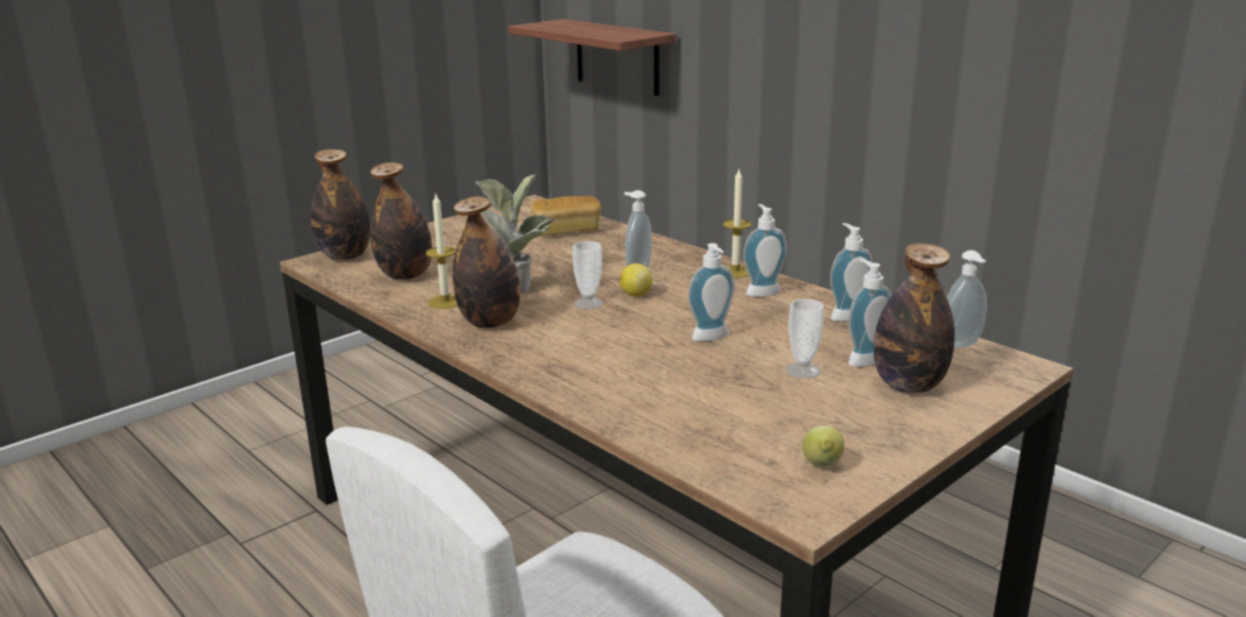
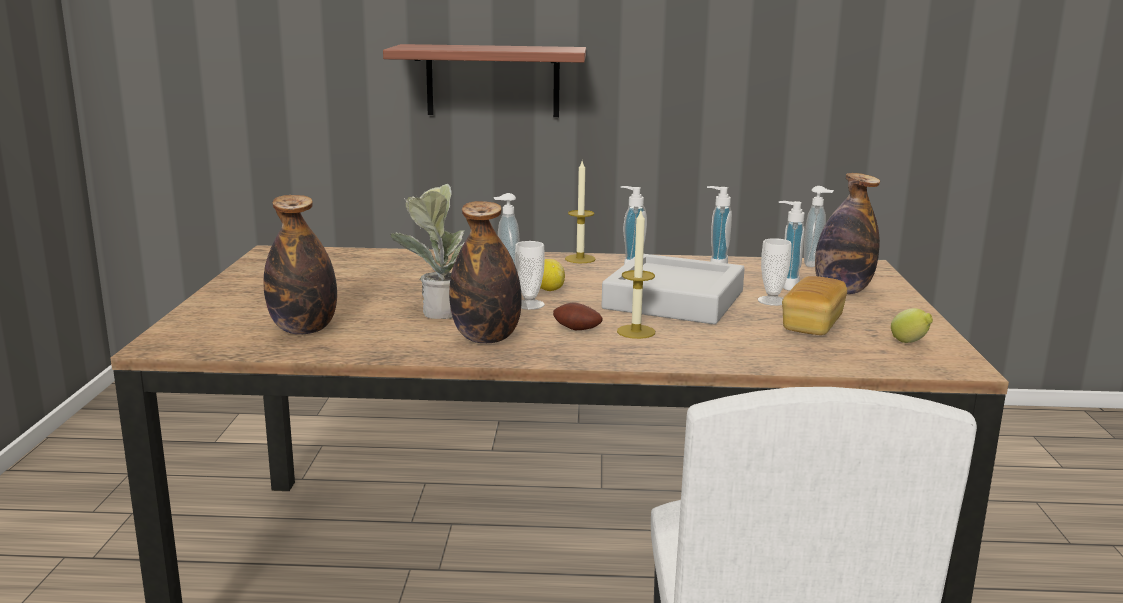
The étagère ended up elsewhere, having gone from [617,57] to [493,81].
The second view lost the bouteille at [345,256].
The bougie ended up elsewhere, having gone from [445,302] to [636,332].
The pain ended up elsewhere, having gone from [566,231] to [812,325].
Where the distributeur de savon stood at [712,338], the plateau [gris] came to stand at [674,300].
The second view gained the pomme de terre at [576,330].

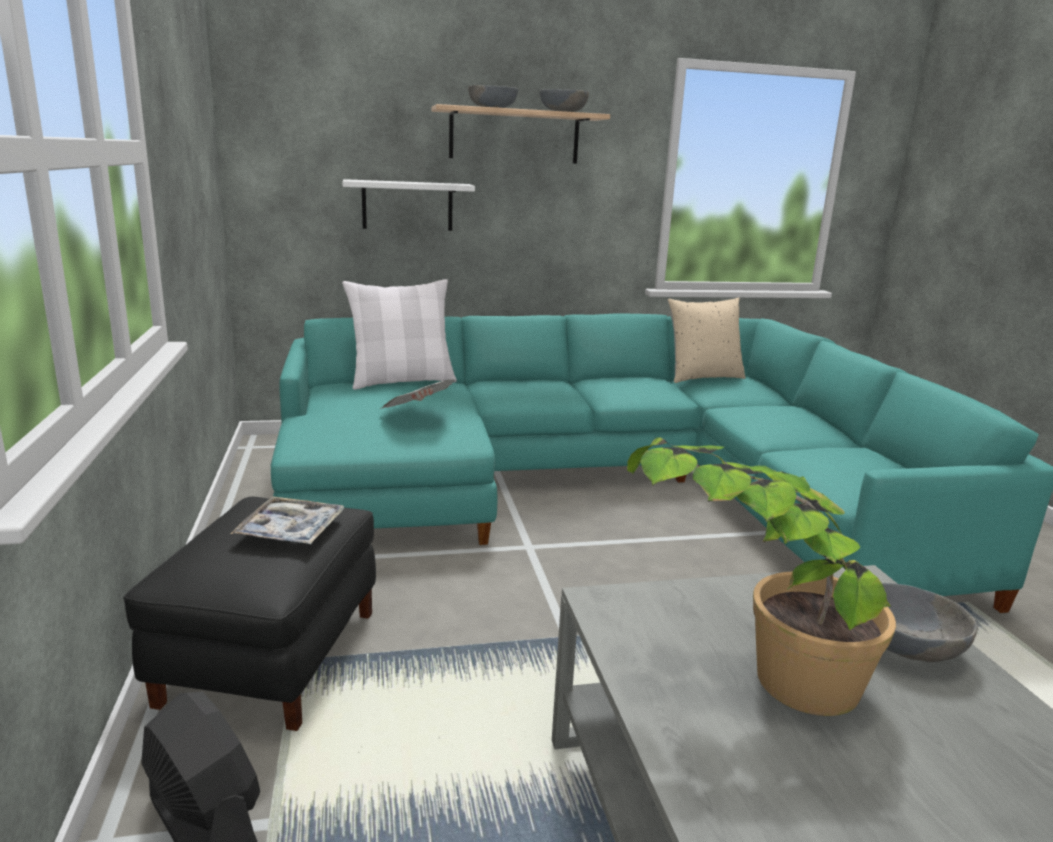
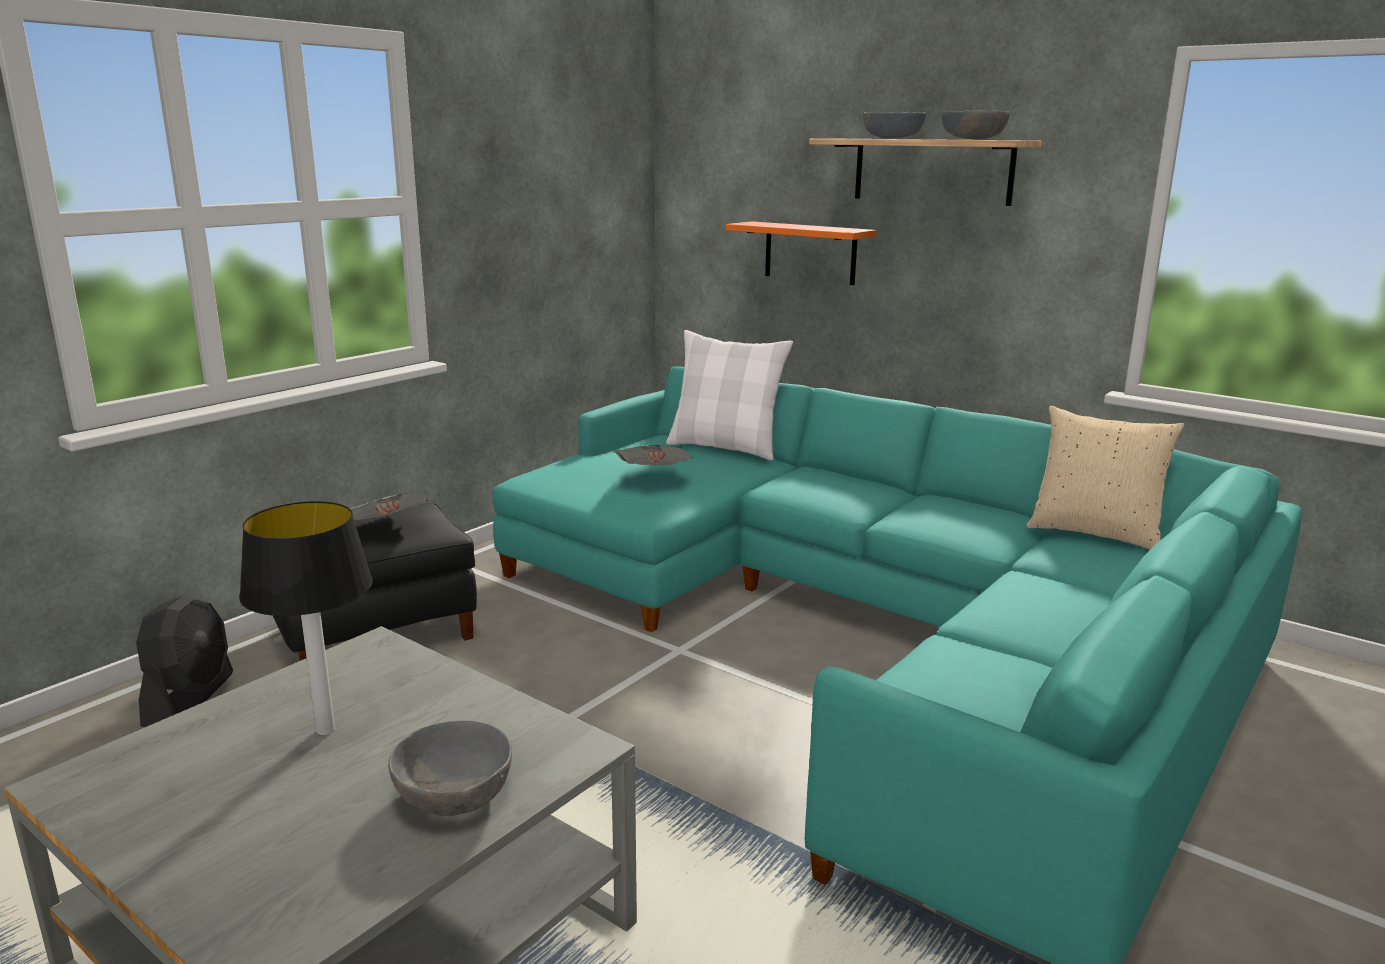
What was the étagère [blanc] at [407,205] turned into the étagère [orange] at [810,253].
Where the plante en pot stood at [752,670], the lampe de table came to stand at [325,730].
Where the plateau stood at [291,530], the journal came to stand at [386,530].

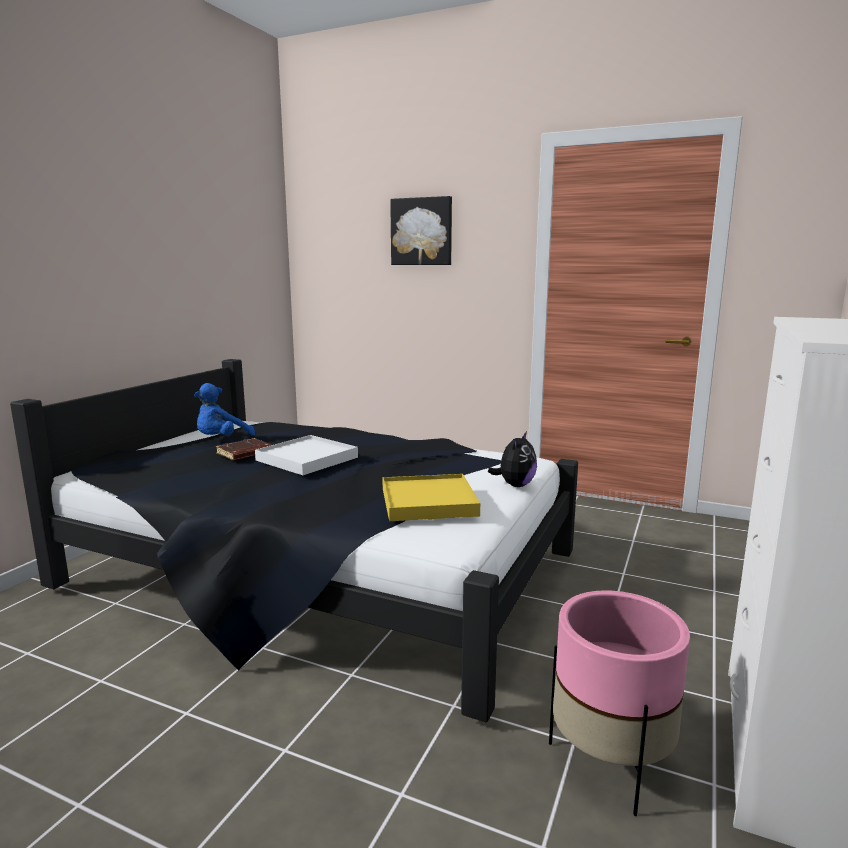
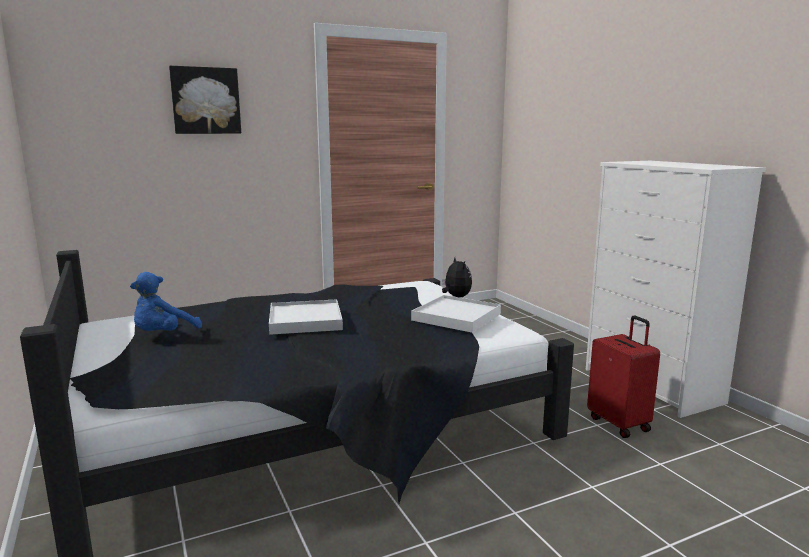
The peluche [bleu] at [221,440] ended up facing another way, 45 degrees clockwise from before.
The second view lost the livre [marron] at [244,454].
What was the plateau [jaune] at [428,502] turned into the plateau [blanc] at [456,317].
Where the cache-pot [rose] stood at [609,763], the valise [rouge] came to stand at [619,423].

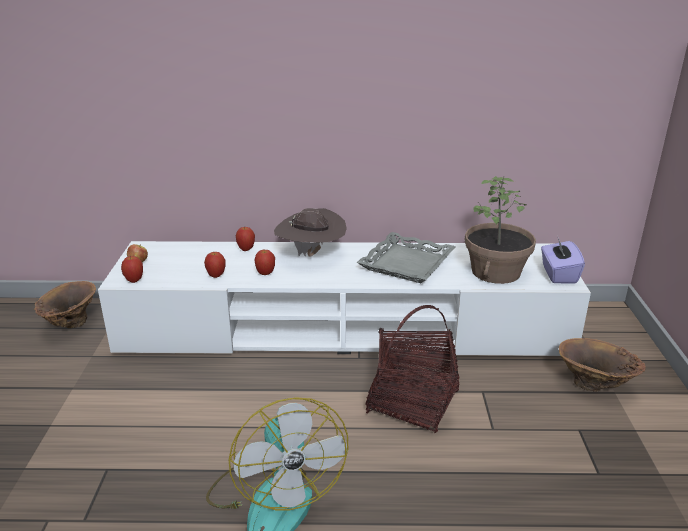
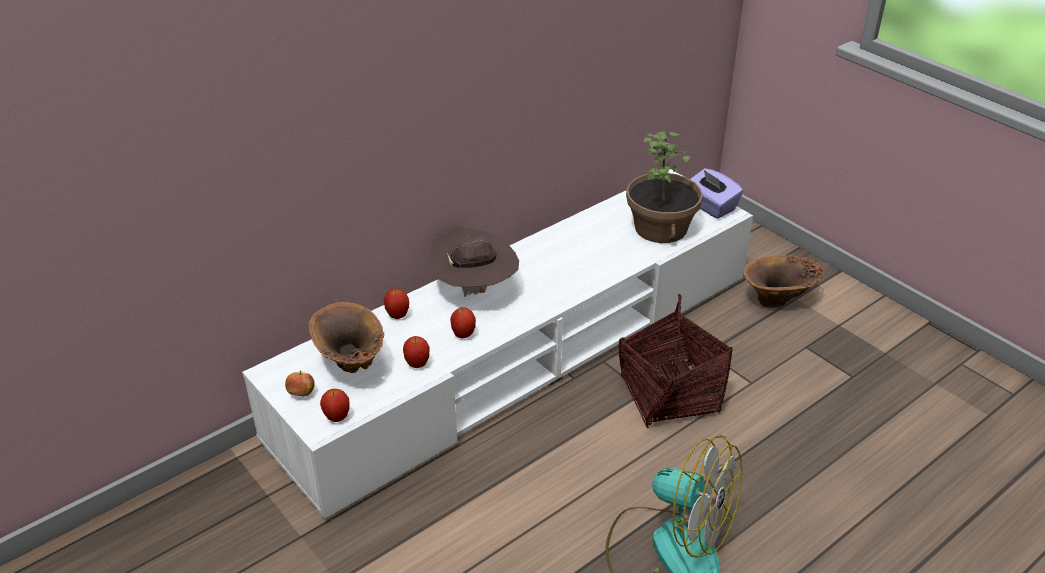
The second view lost the plateau [gris] at [406,263].
The vase [marron] ended up elsewhere, having gone from [71,325] to [350,367].

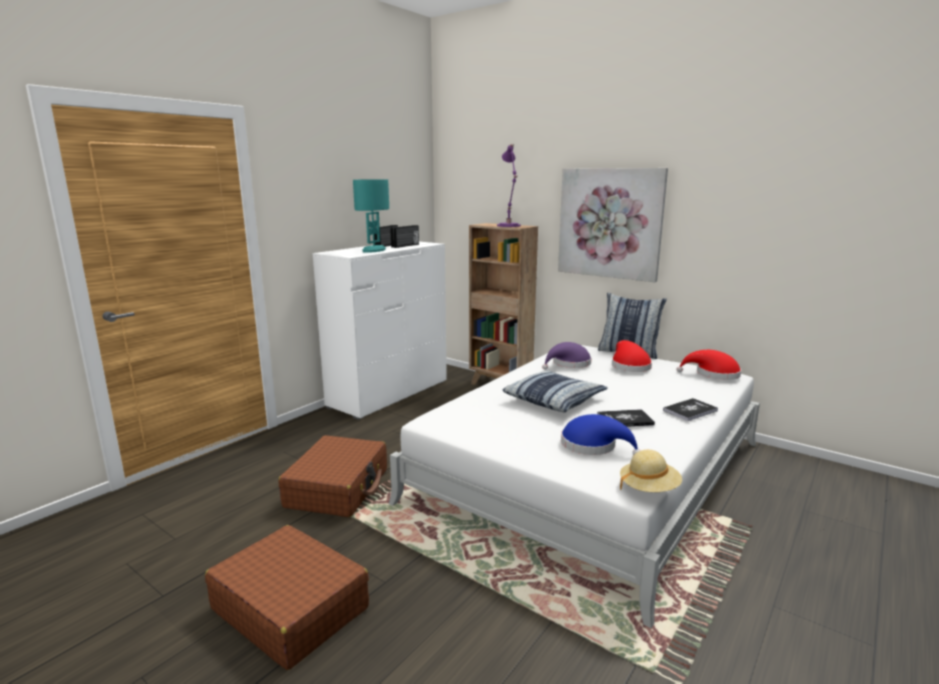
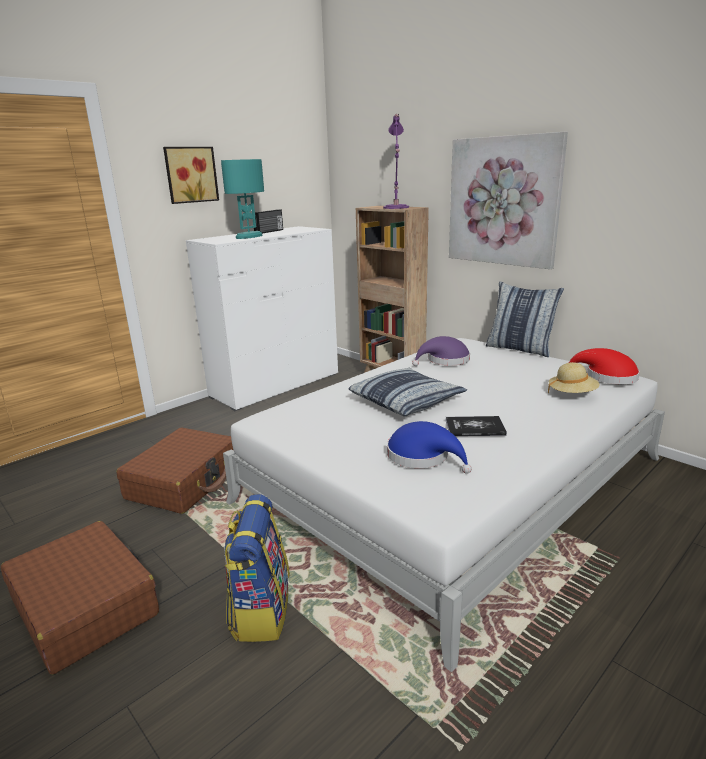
The second view lost the radio at [405,246].
The second view lost the chapeau [rouge] at [629,366].
The second view lost the livre at [690,410].
The chapeau [beige] ended up elsewhere, having gone from [649,489] to [572,394].
The second view gained the tableau at [190,175].
The second view gained the sac à dos at [260,610].

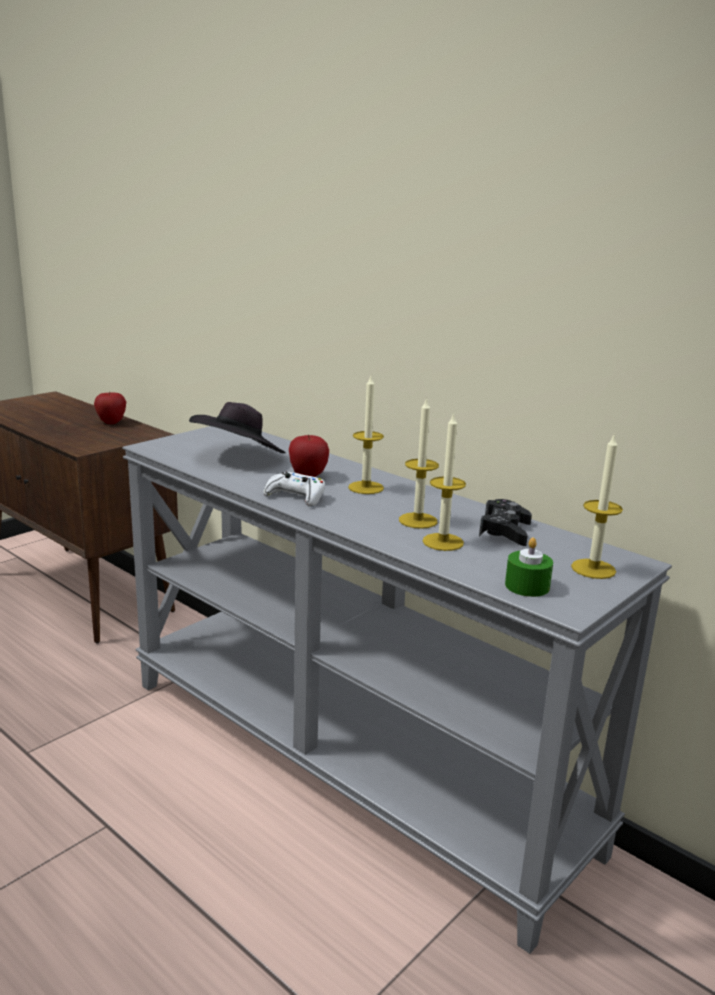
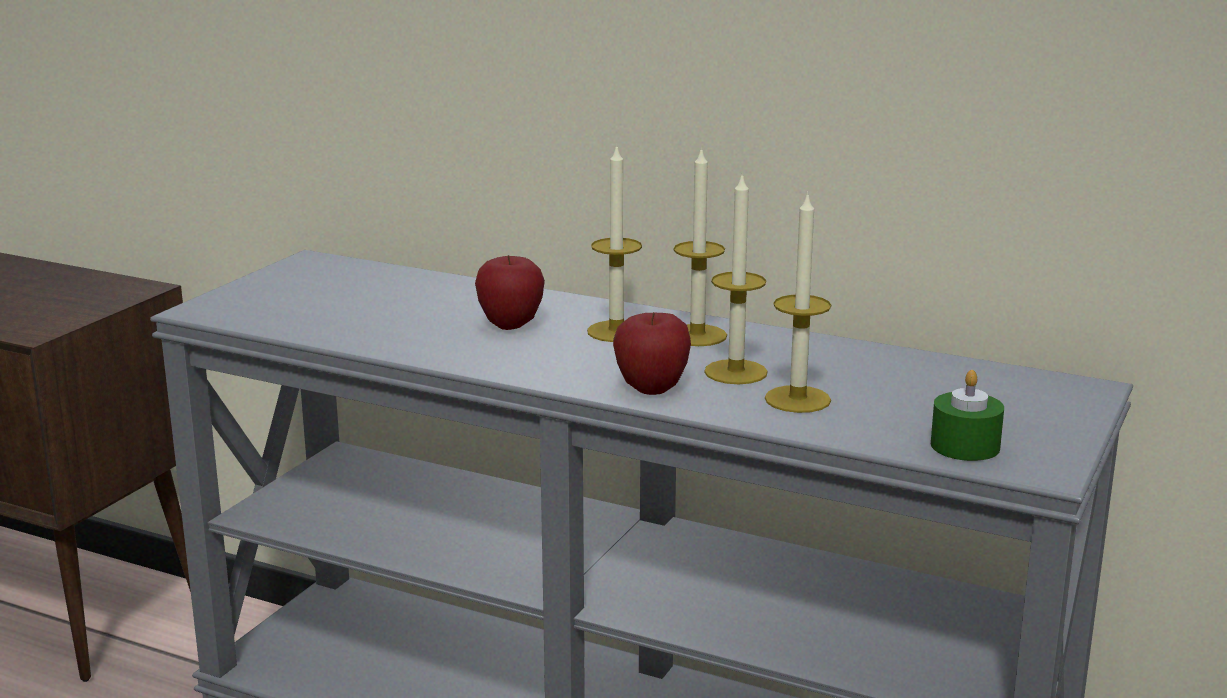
The pomme ended up elsewhere, having gone from [111,422] to [651,389].
The second view lost the chapeau [noir] at [239,457].
The bougie ended up elsewhere, having gone from [593,569] to [697,335].
The second view lost the manette [blanc] at [296,497].
The second view lost the manette [noir] at [505,531].

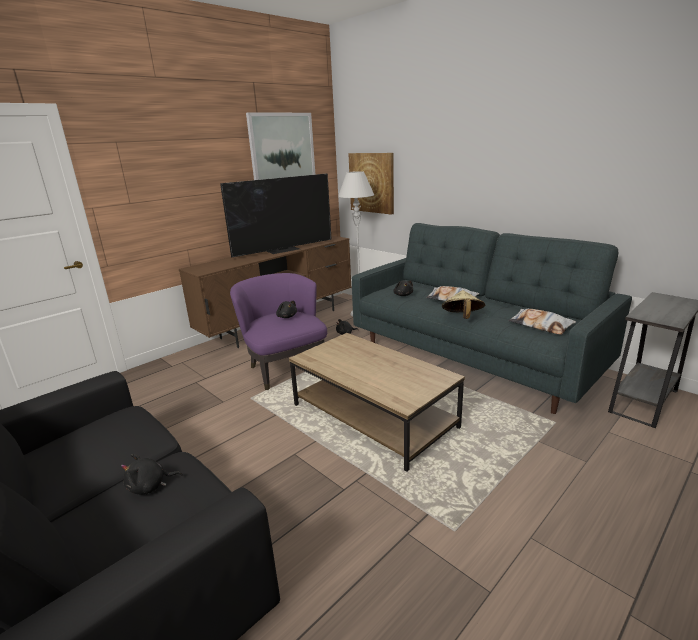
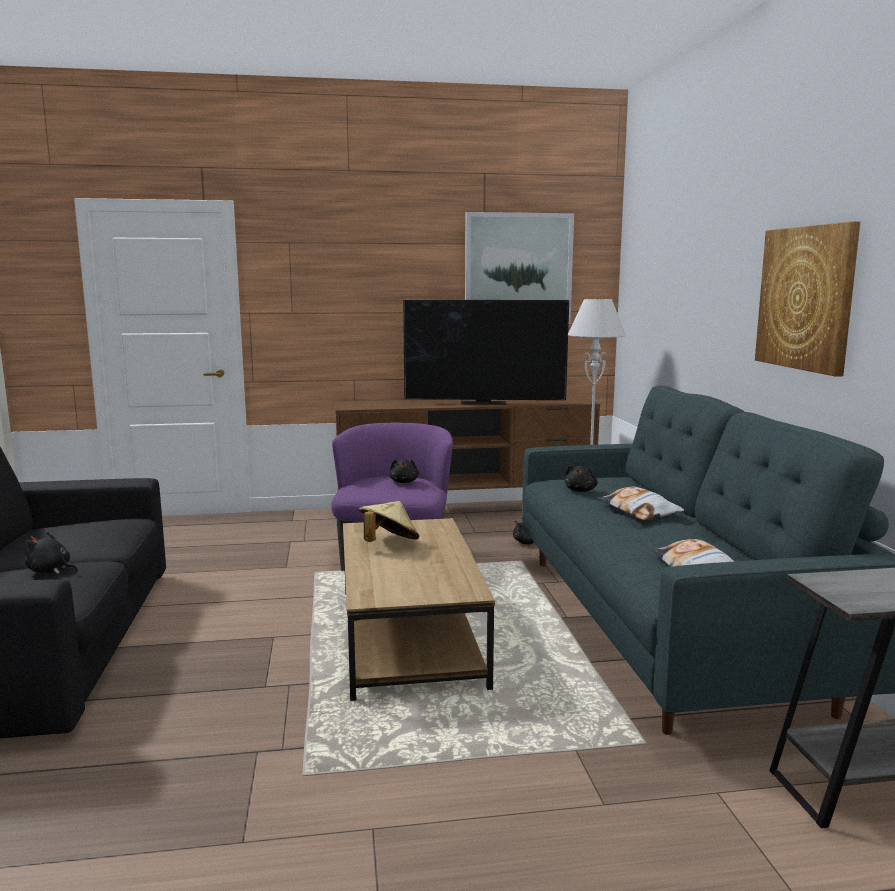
The tableau ended up elsewhere, having gone from [372,183] to [806,298].
The chapeau [beige] ended up elsewhere, having gone from [462,318] to [388,543].

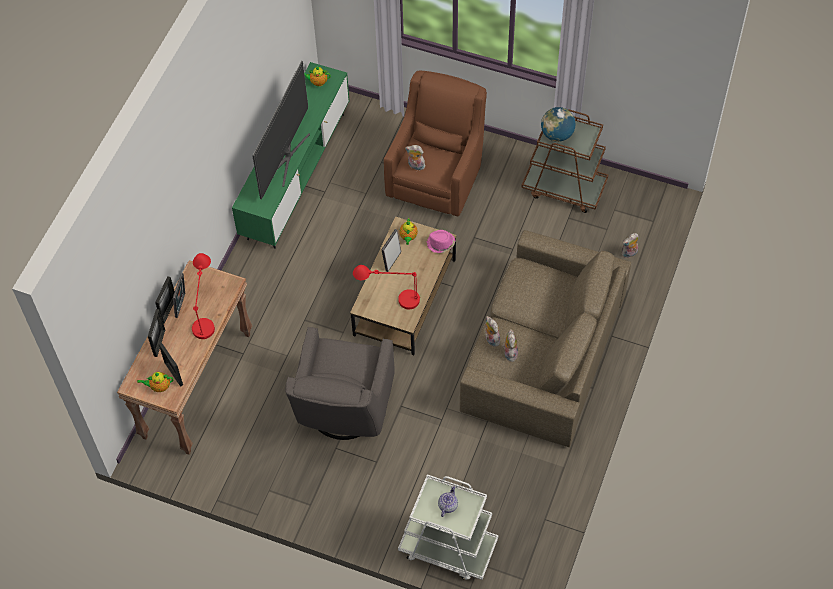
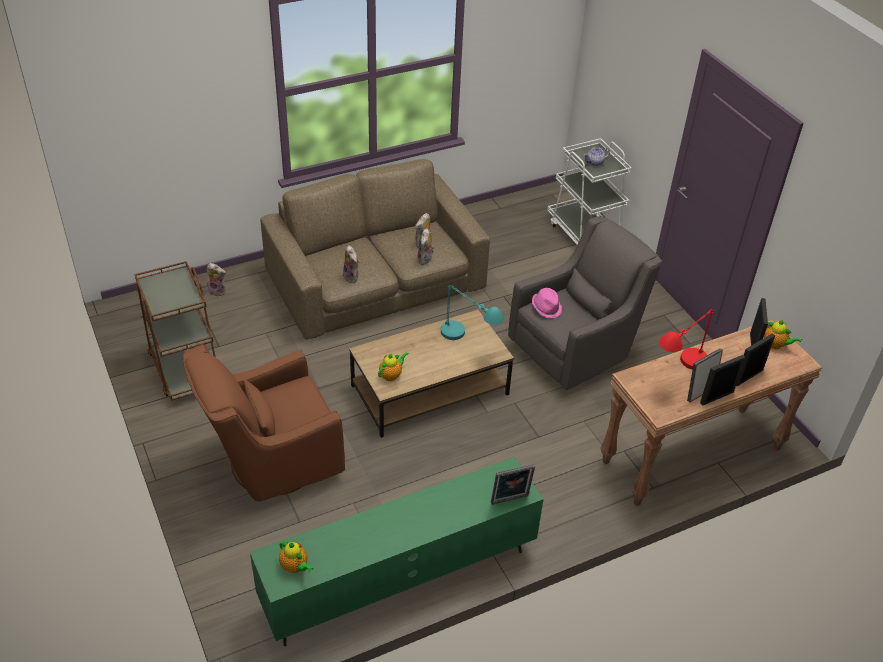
The second view lost the téléviseur at [286,156].
The second view lost the globe at [557,135].
The peluche ended up elsewhere, having gone from [415,166] to [352,277].
The cadre photo ended up elsewhere, having gone from [392,260] to [510,501].
The chapeau [rose] ended up elsewhere, having gone from [440,244] to [546,307].
What was the lampe de table [rouge] at [389,299] turned into the lampe de table [turquoise] at [468,343].

